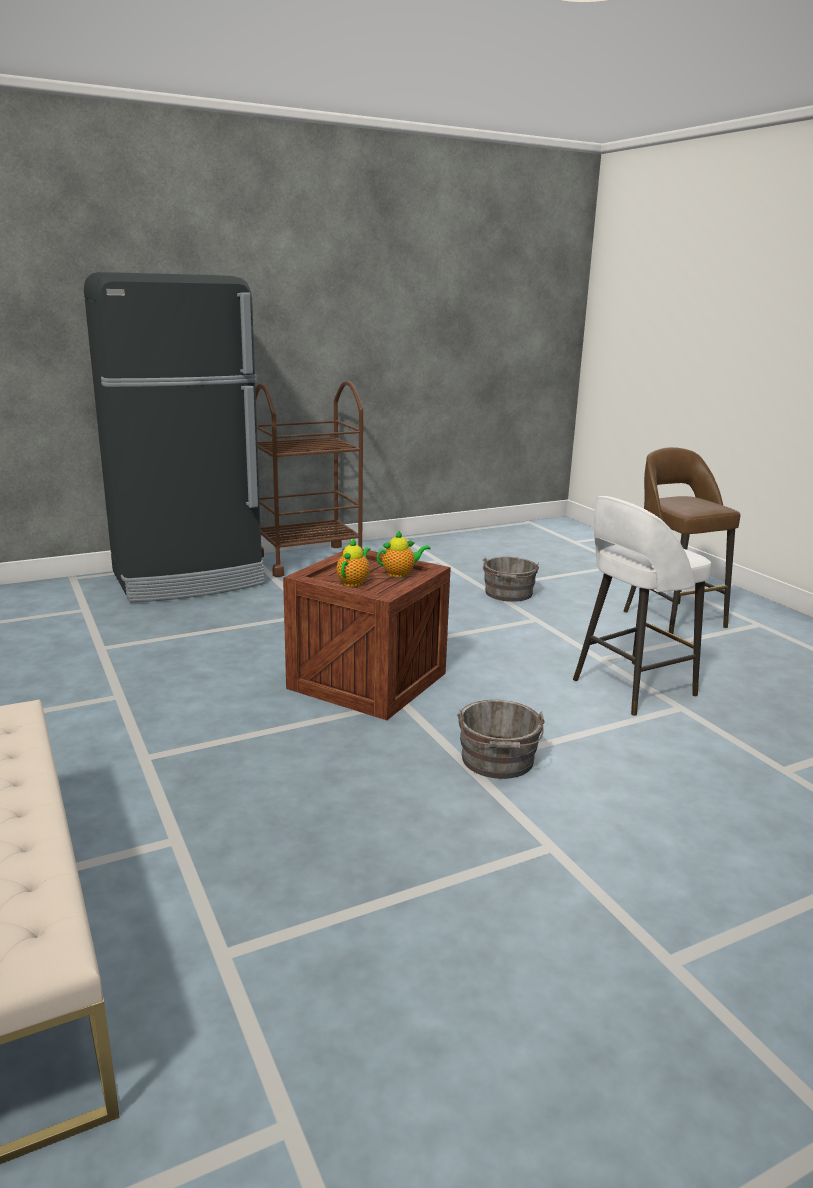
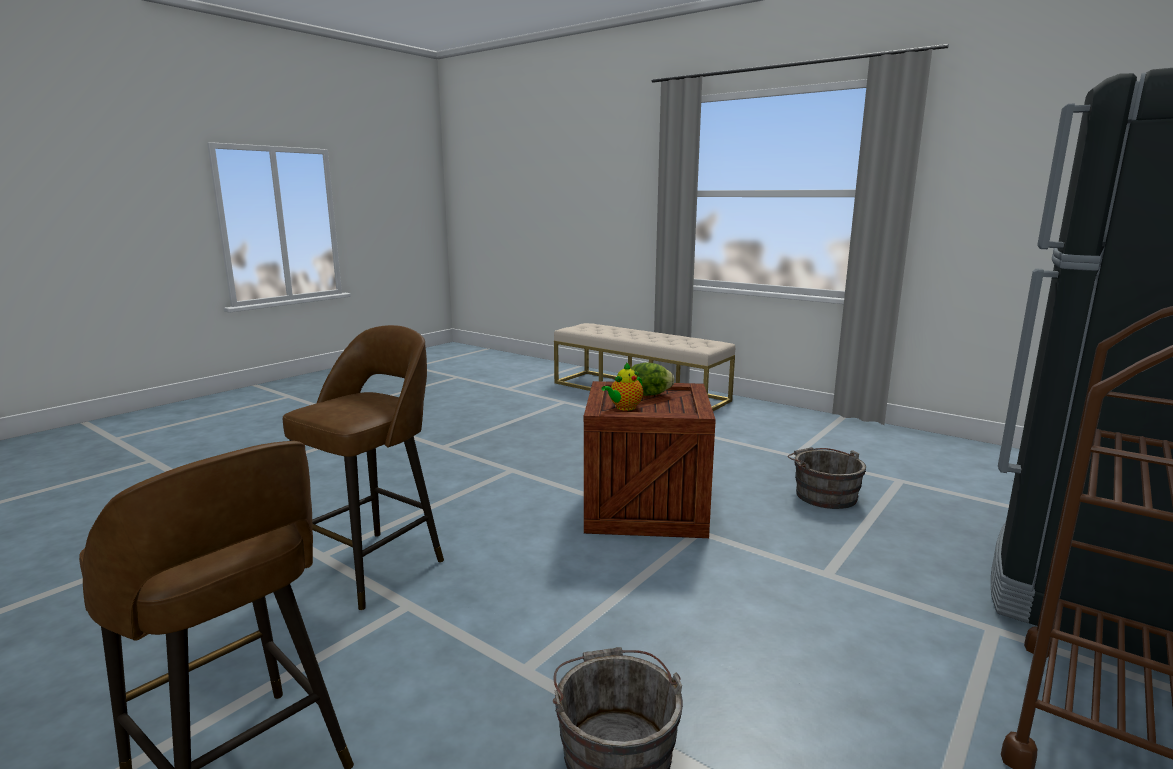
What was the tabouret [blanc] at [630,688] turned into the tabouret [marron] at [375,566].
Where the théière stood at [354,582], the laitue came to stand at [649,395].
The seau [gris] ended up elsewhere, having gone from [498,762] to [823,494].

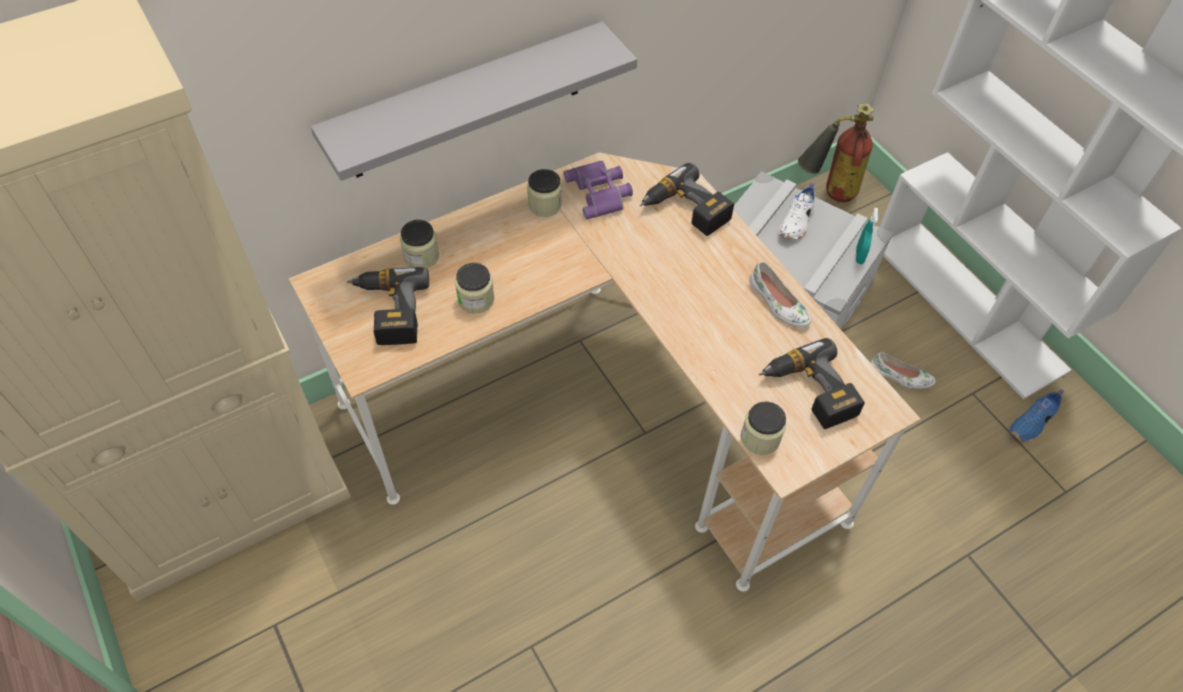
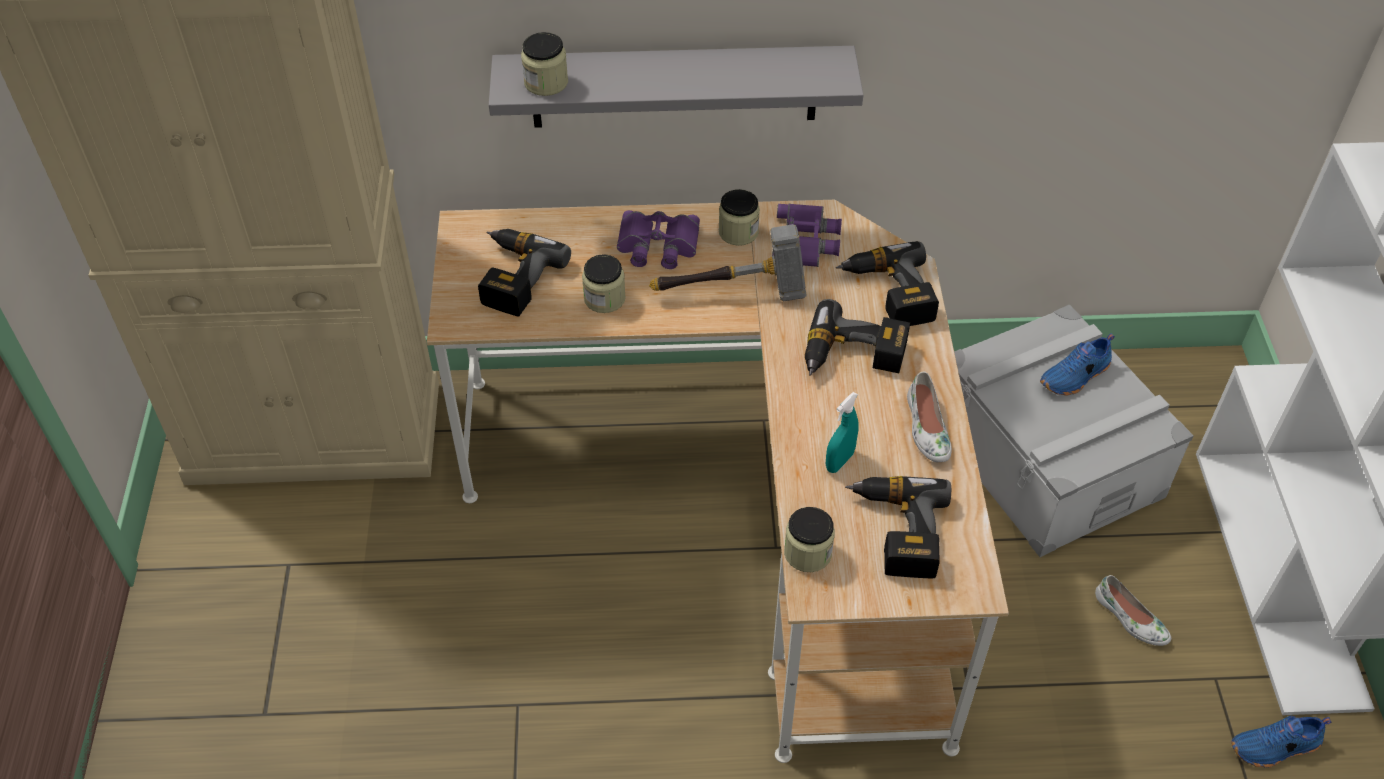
The second view lost the extincteur at [827,193].
What was the chaussure [blanc] at [797,222] turned into the chaussure [bleu] at [1075,377].
The vaporisateur [turquoise] ended up elsewhere, having gone from [859,256] to [839,461].
The bocal ended up elsewhere, having gone from [421,256] to [546,82].
The second view gained the jumelles [violet] at [657,246].
The second view gained the marteau at [733,294].
The second view gained the perceuse at [853,357].

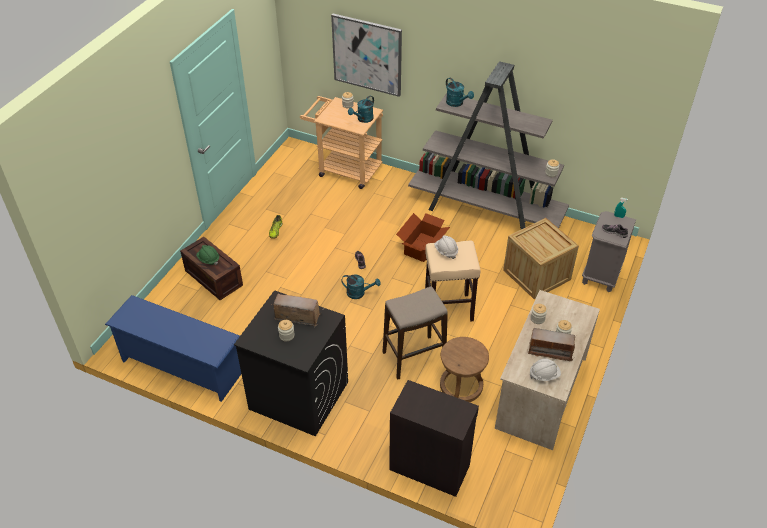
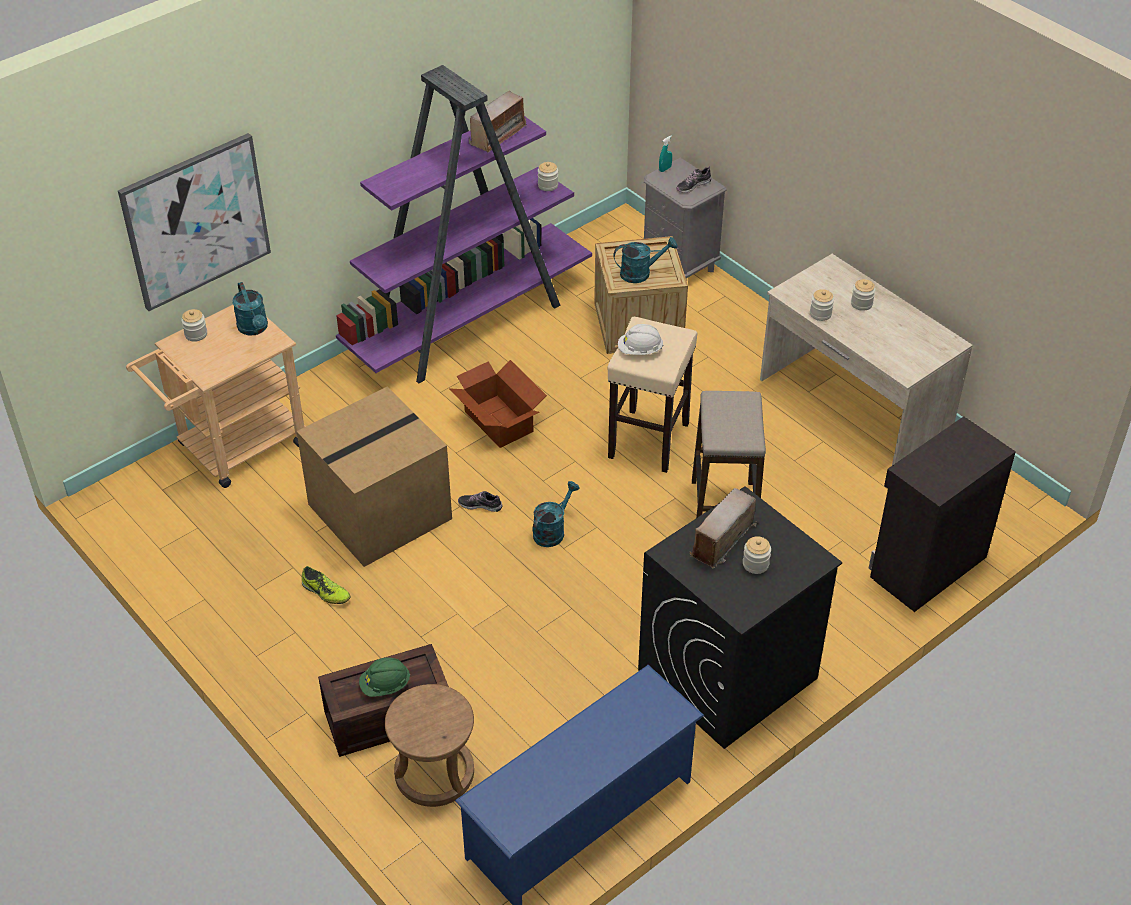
What was the bibliothèque [gris] at [486,211] turned into the bibliothèque [violet] at [469,322].
The arrosoir [turquoise] ended up elsewhere, having gone from [457,103] to [641,273].
The radio ended up elsewhere, having gone from [550,351] to [498,135].
The tabouret [marron] ended up elsewhere, having gone from [461,385] to [434,773].
The second view lost the casque de chantier [blanc] at [544,375].
The second view gained the carton at [379,513].

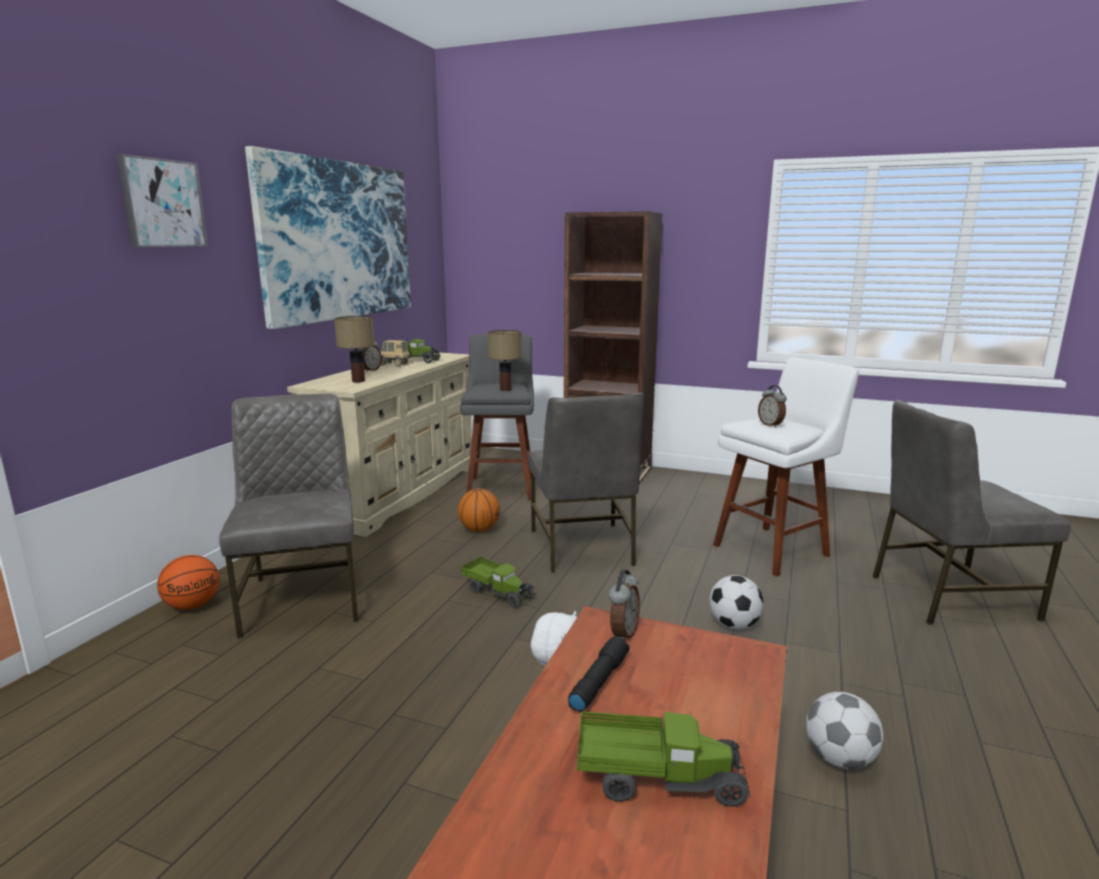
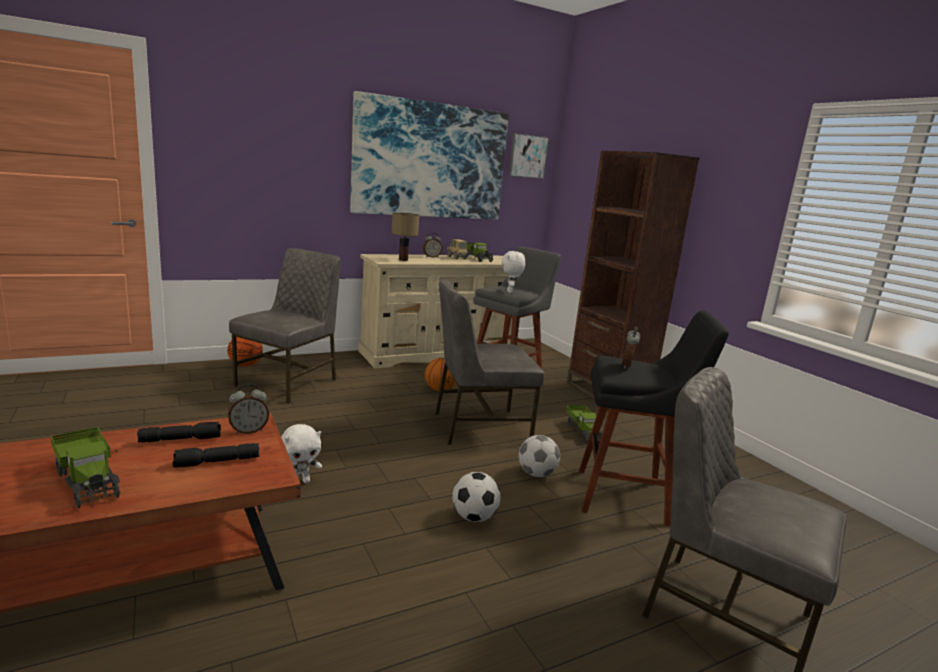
The tableau ended up elsewhere, having gone from [162,203] to [527,156].
Where the lampe de table stood at [506,389], the peluche [blanc] came to stand at [510,292].
What was the tabouret [blanc] at [775,549] turned into the tabouret [noir] at [627,497].
The chaise [gris] at [582,548] ended up facing another way, 45 degrees clockwise from before.
The camion jouet ended up elsewhere, having gone from [498,592] to [583,431].
The ballon de foot ended up elsewhere, having gone from [839,759] to [536,474].
The second view gained the lampe de poche [noir] at [216,462].

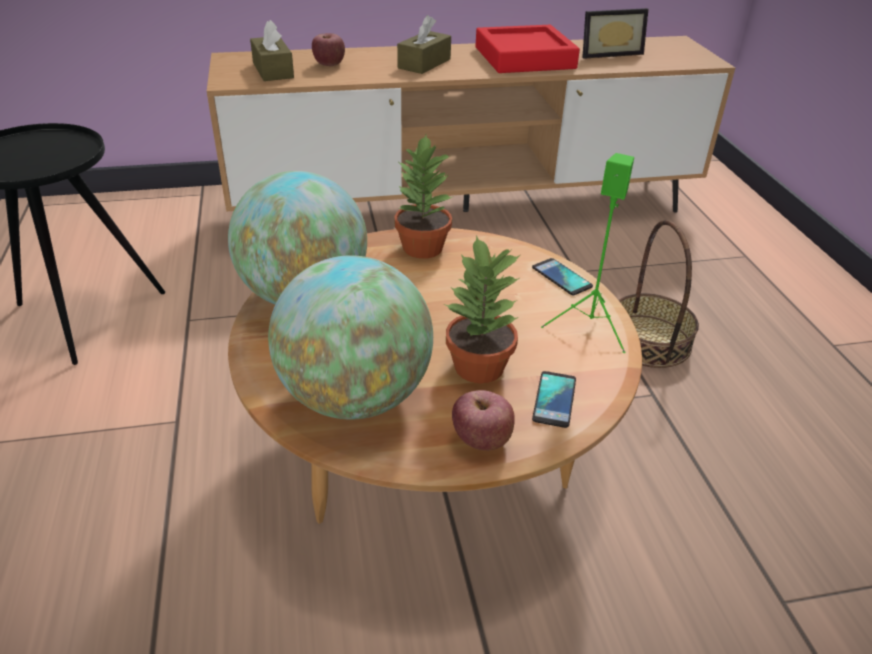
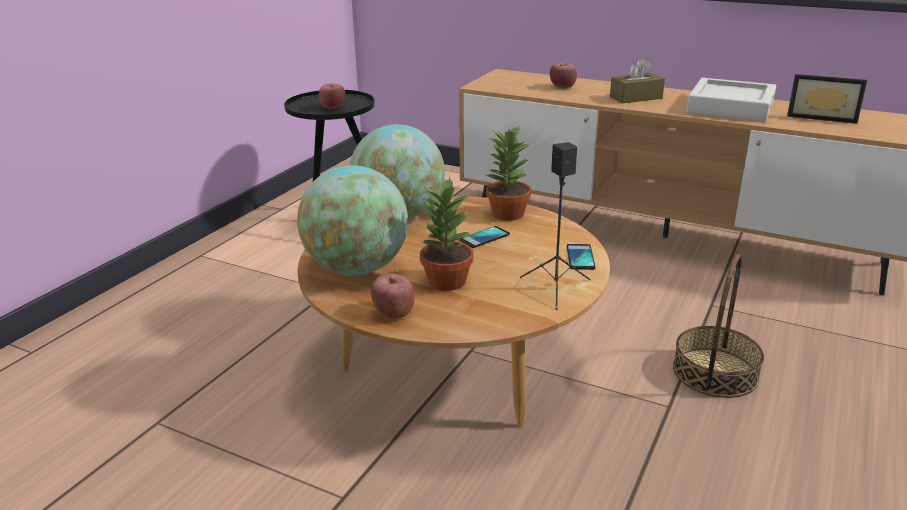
The second view lost the boîte à mouchoirs [marron] at [273,70].
What was the plateau [rouge] at [524,58] turned into the plateau [gris] at [730,107].
What was the enceinte [vert] at [591,326] turned into the enceinte [noir] at [555,288].
The téléphone ended up elsewhere, having gone from [554,399] to [484,238].
The second view gained the pomme at [333,108].

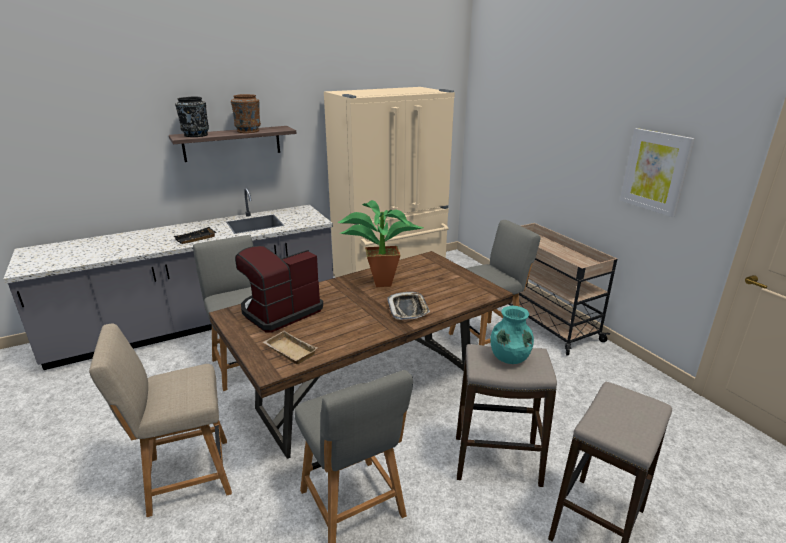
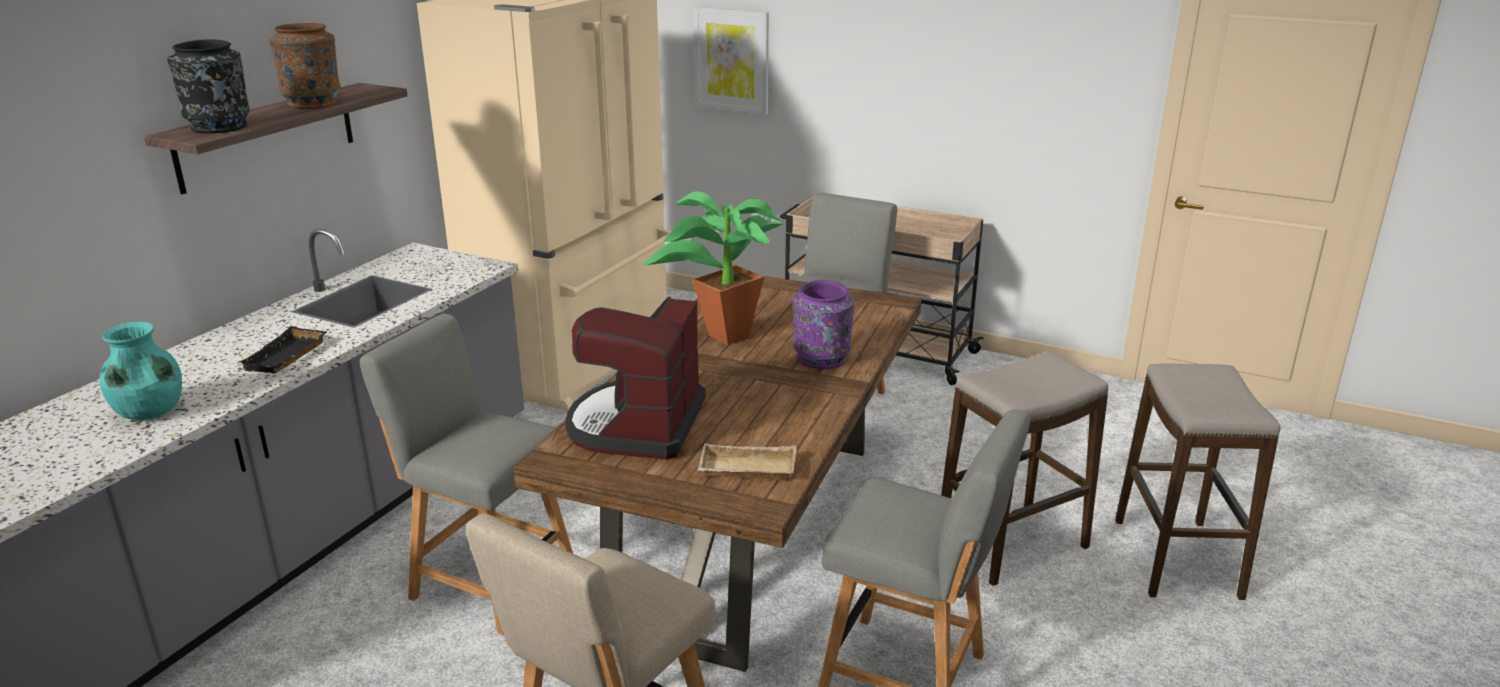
The tableau ended up elsewhere, having gone from [655,171] to [732,60].
Where the plateau stood at [408,309], the vase [violet] came to stand at [821,359].
The vase [turquoise] ended up elsewhere, having gone from [509,358] to [149,412].

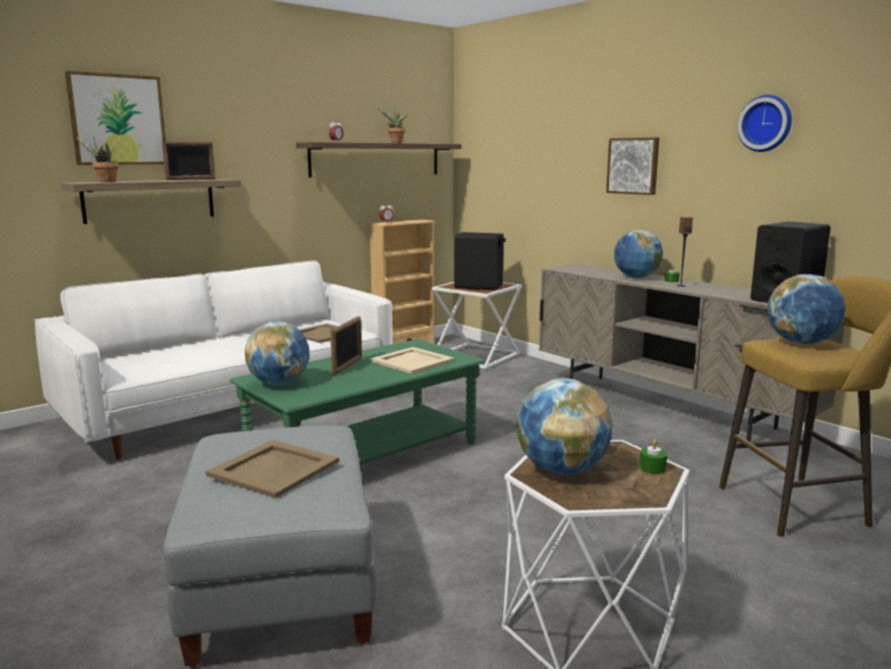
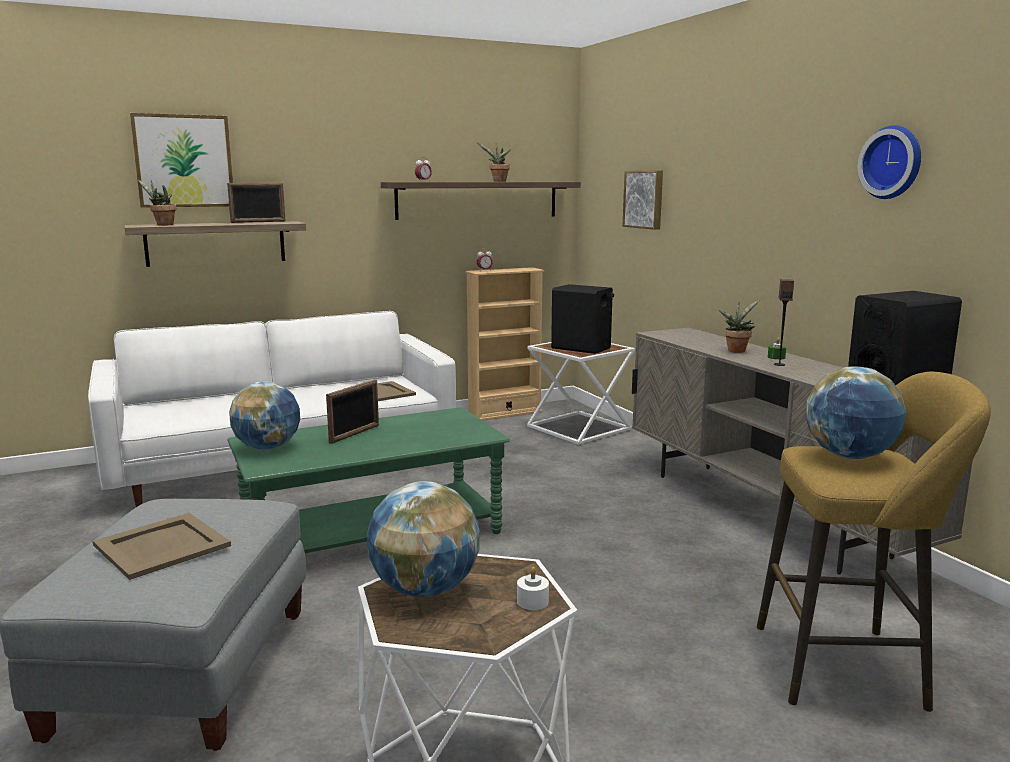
The tableau ended up elsewhere, having gone from [633,166] to [644,199].
Where the globe stood at [636,277], the plante en pot came to stand at [736,350].
The second view lost the plateau [beige] at [411,361].
What was the bougie [vert] at [652,468] turned into the bougie [blanc] at [532,601].

